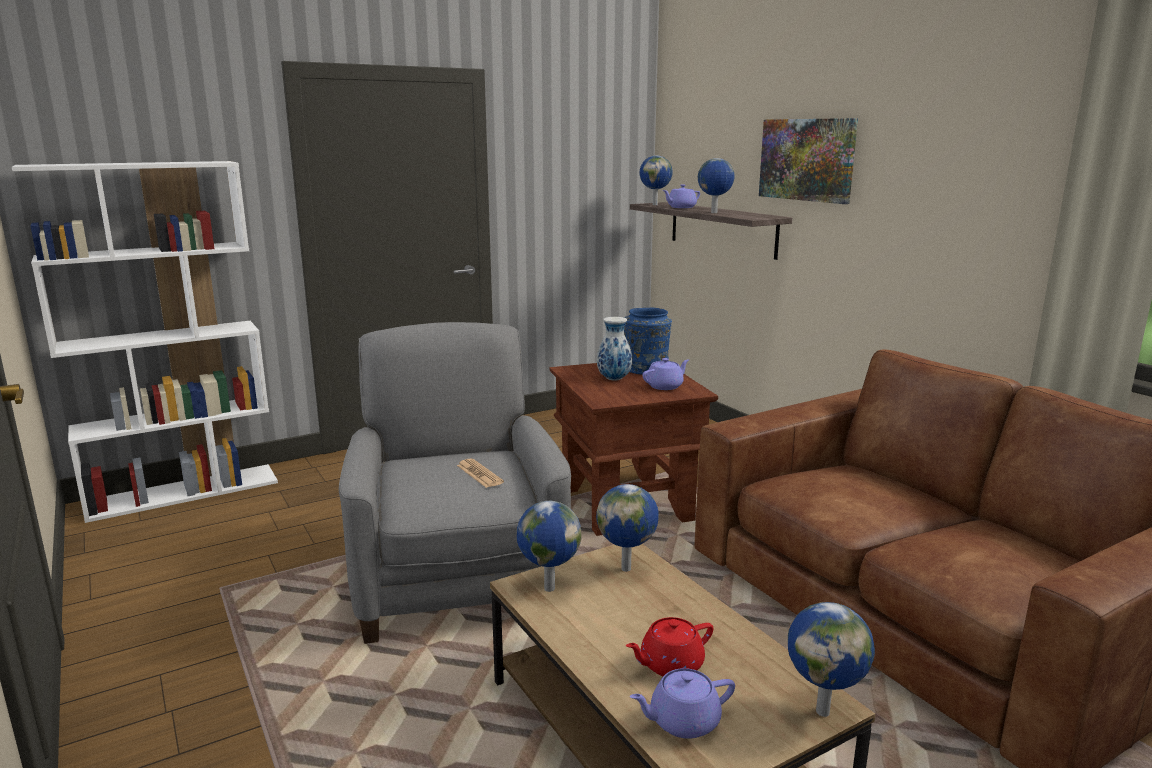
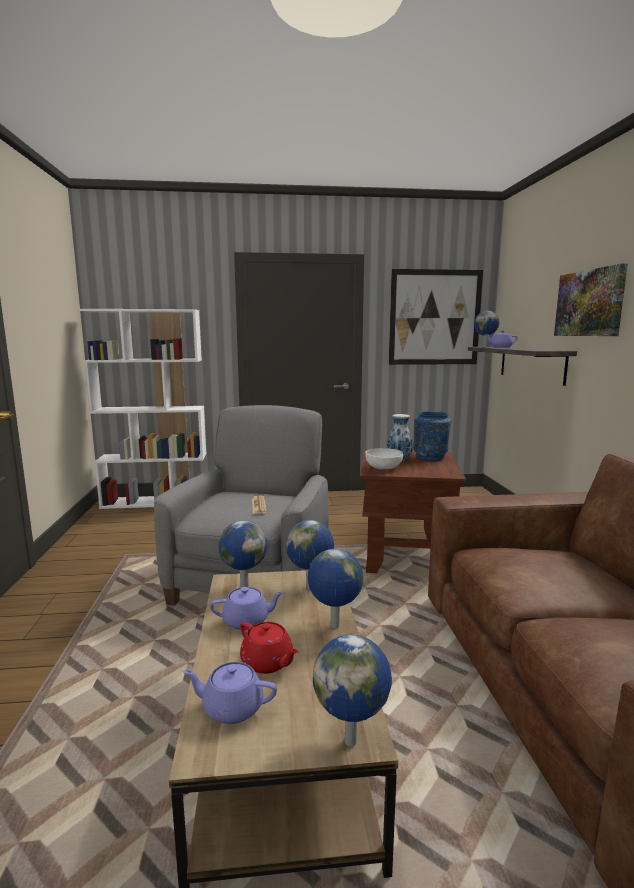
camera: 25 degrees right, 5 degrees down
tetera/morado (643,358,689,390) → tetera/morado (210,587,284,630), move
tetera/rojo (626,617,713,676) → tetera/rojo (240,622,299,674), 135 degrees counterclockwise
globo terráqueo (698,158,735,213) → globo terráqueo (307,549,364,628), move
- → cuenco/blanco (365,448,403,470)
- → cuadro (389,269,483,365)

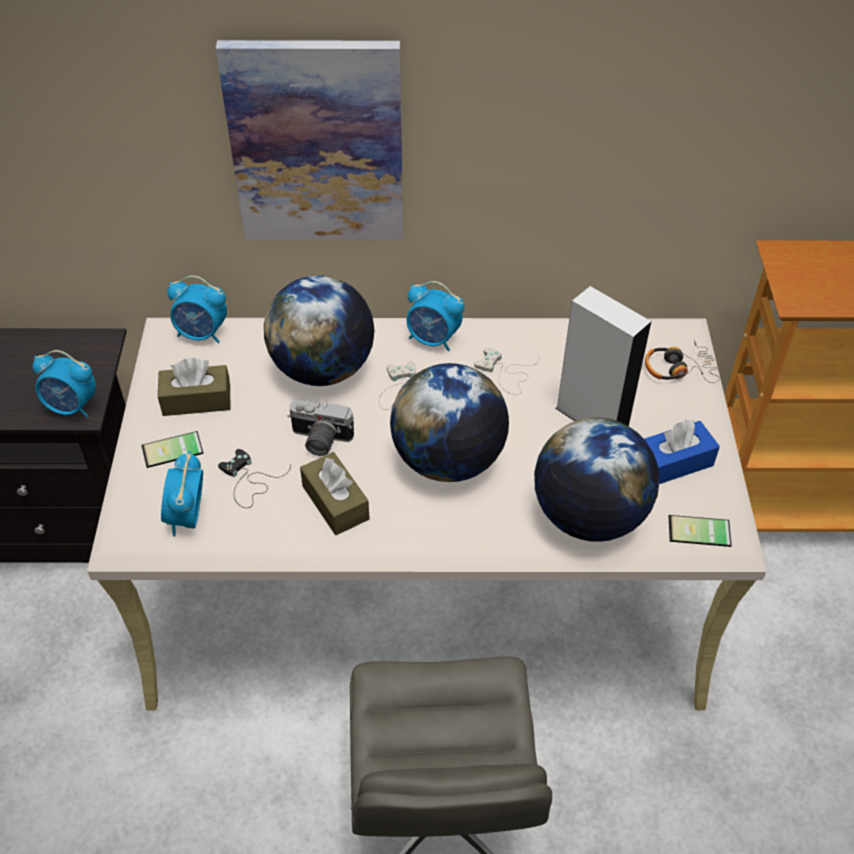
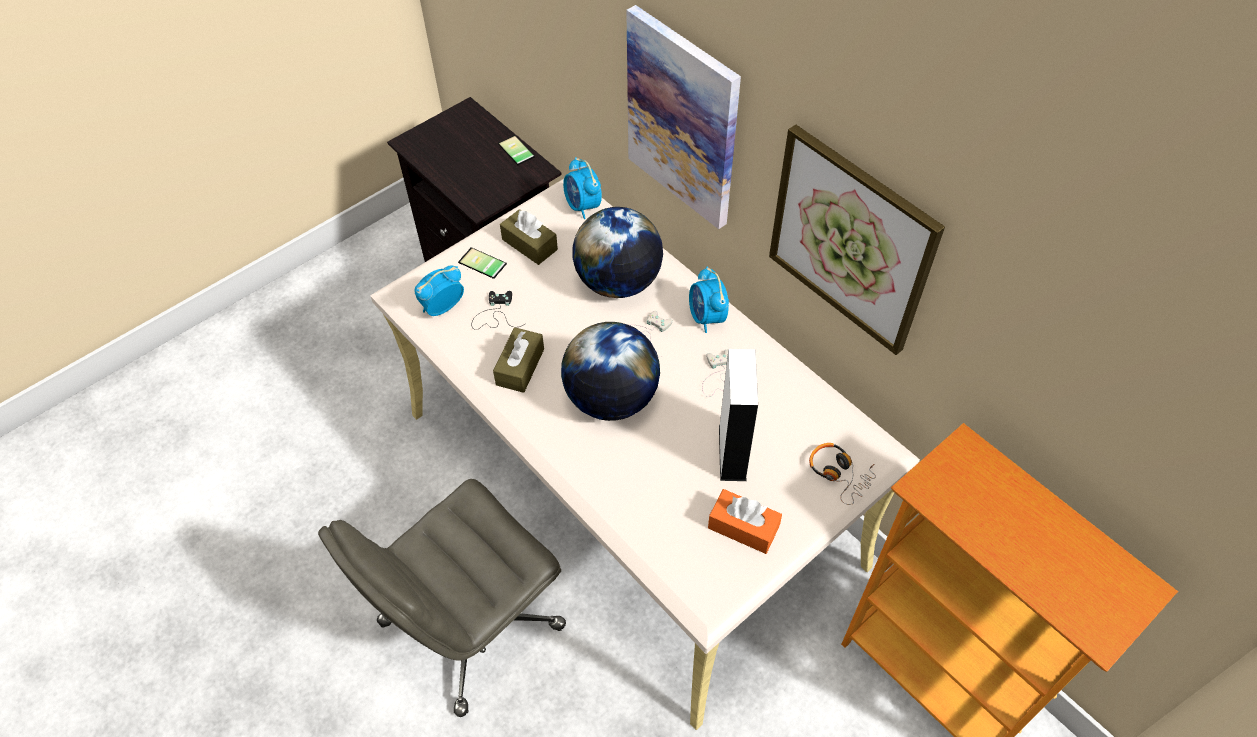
camera: 50 degrees right, 5 degrees up
móvil (669,515,732,547) → móvil (498,135,535,165), move
caja de pañuelos/azul (645,420,720,484) → caja de pañuelos/naranja (708,489,782,554)
- → cuadro (769,125,945,355)
despertador (33,350,96,418) → -
cámara (287,400,354,456) → -
globo terráqueo (534,417,660,542) → -

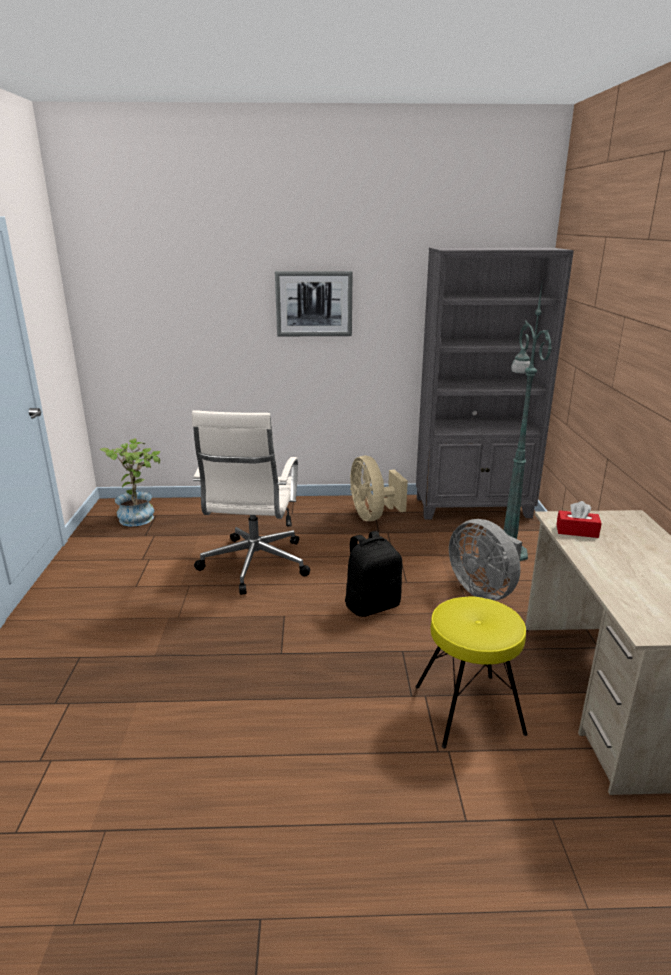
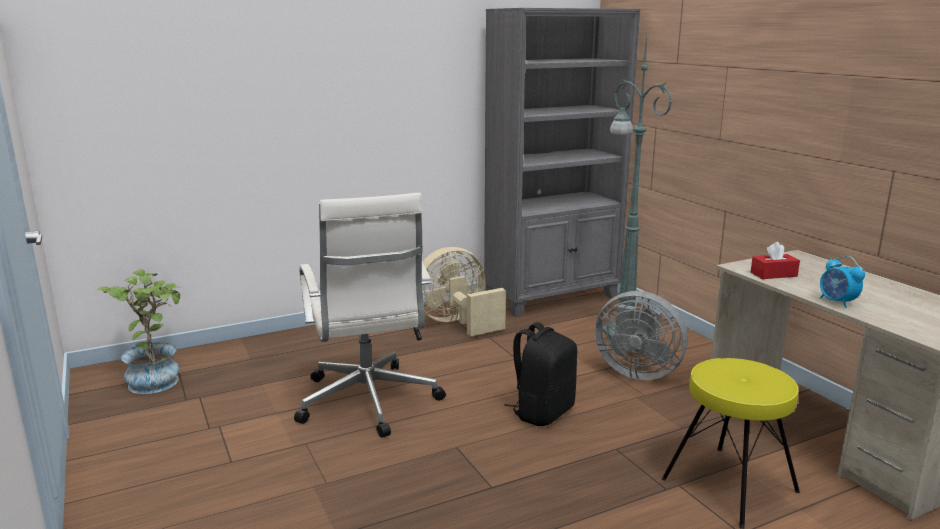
camera: 25 degrees left, 5 degrees down
ventilador/beis (350,456,408,521) → ventilador/beis (422,247,506,336), 105 degrees clockwise
- → despertador (820,256,865,308)
cuadro (275,271,353,336) → -

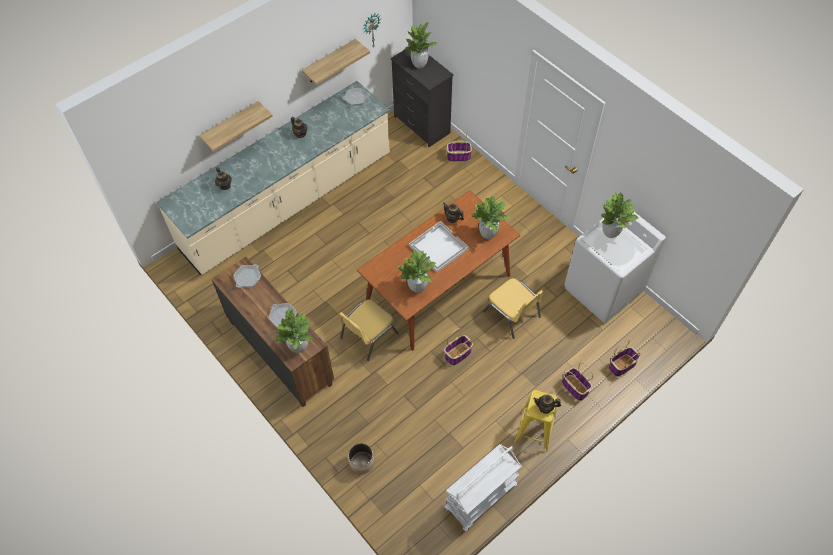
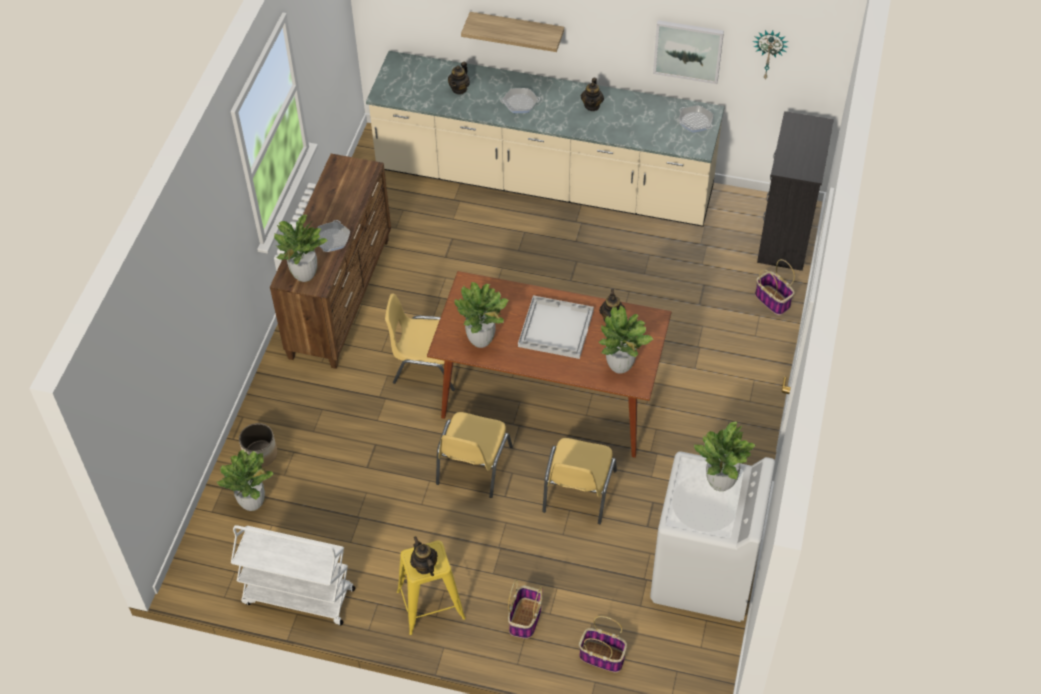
camera: 55 degrees right, 5 degrees down
planta en maceta (405,22,437,68) → planta en maceta (216,450,274,511), move
cesta (444,328,473,365) → silla/amarillo (436,412,513,498)
sartén (233,264,261,287) → sartén (500,88,540,113), move
estante (302,39,370,85) → cuadro (653,20,724,84)

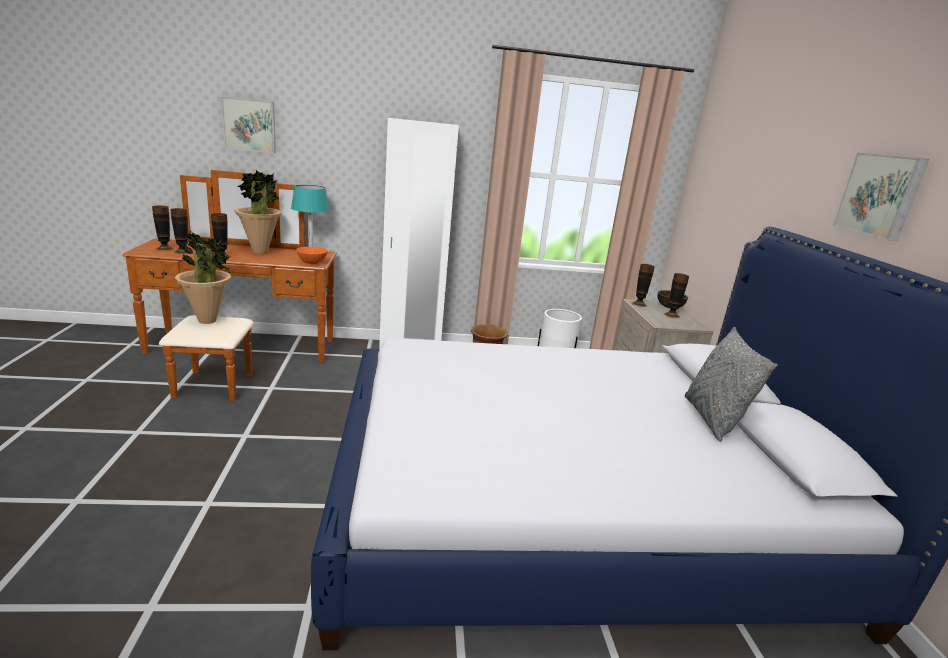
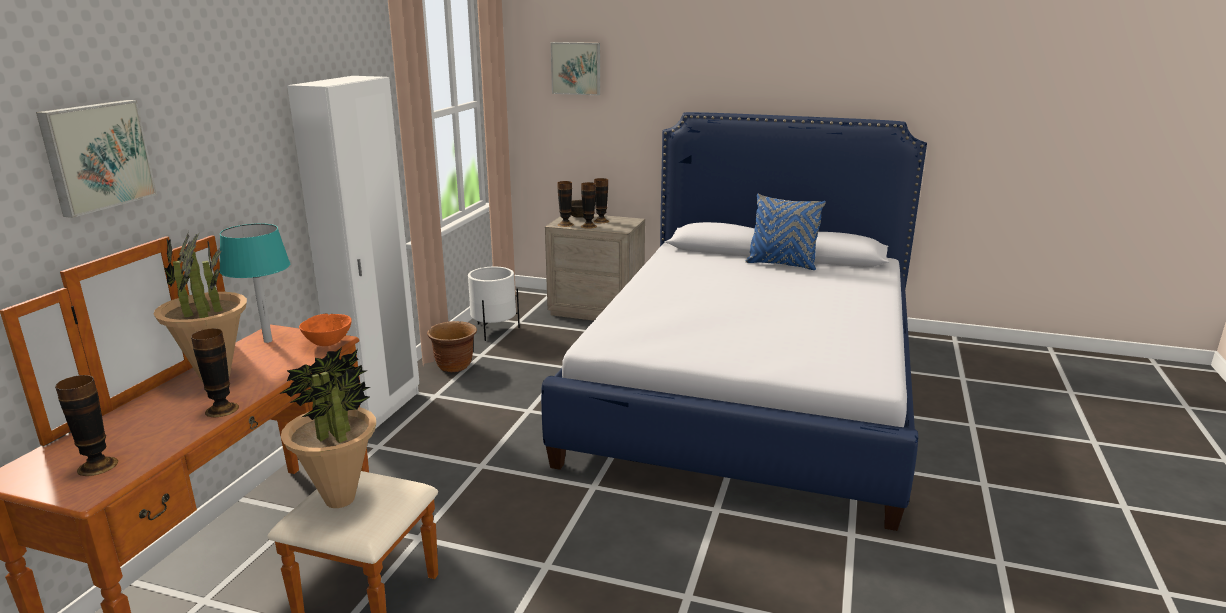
camera: 65 degrees left, 0 degrees up
cuadro (833,152,929,241) → cuadro (551,42,600,95), move
florero (170,208,188,254) → florero (581,182,597,229), move
cojín/gris (685,327,777,442) → cojín/azul (745,193,826,270)

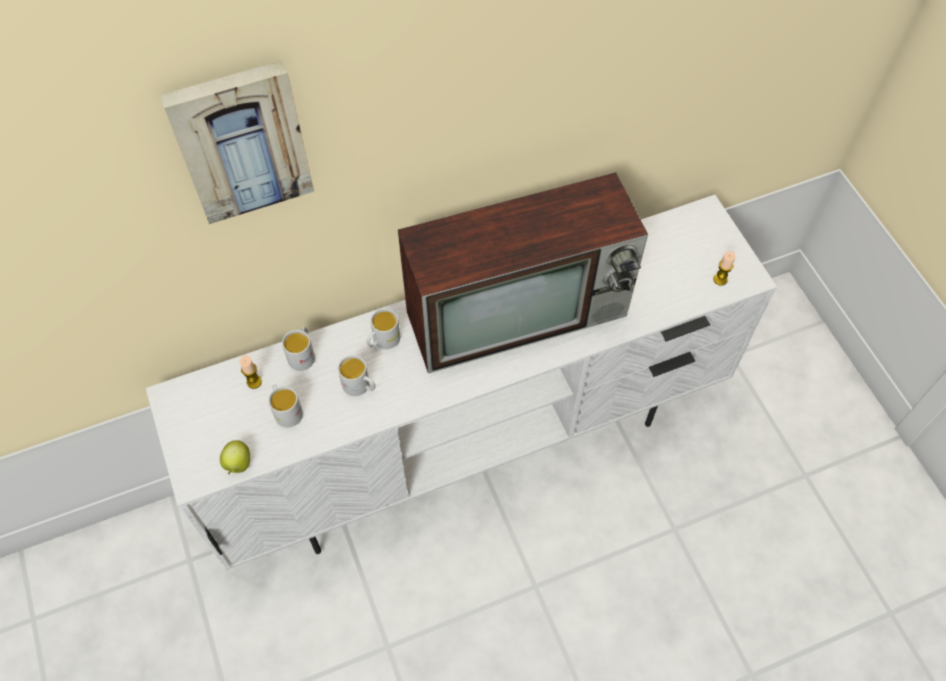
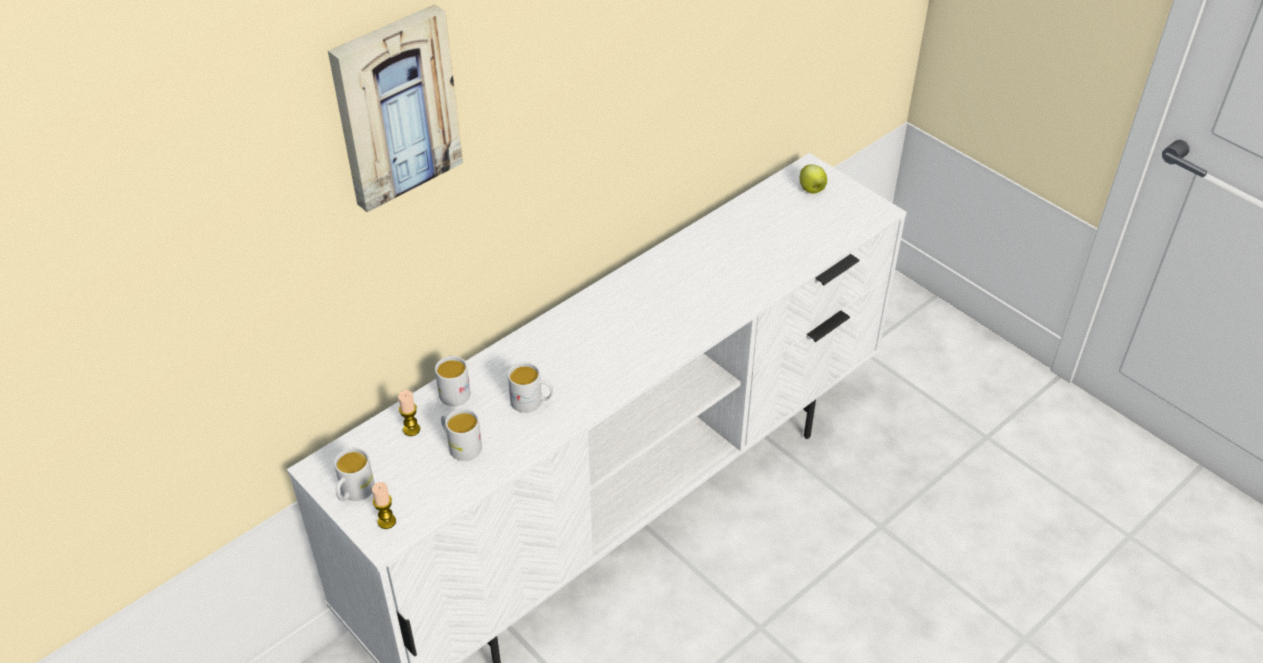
camera: 20 degrees left, 15 degrees down
taza grande/blanco (367,308,400,349) → taza grande/blanco (334,448,375,501), move
vela (713,251,736,286) → vela (372,482,396,529), move
manzana (220,440,250,474) → manzana (800,164,827,194), move
televisor (398,172,648,373) → -

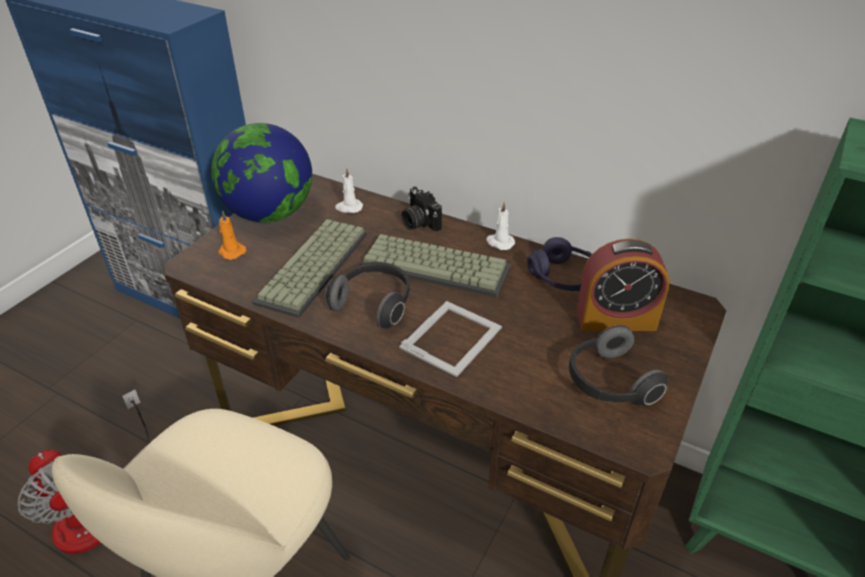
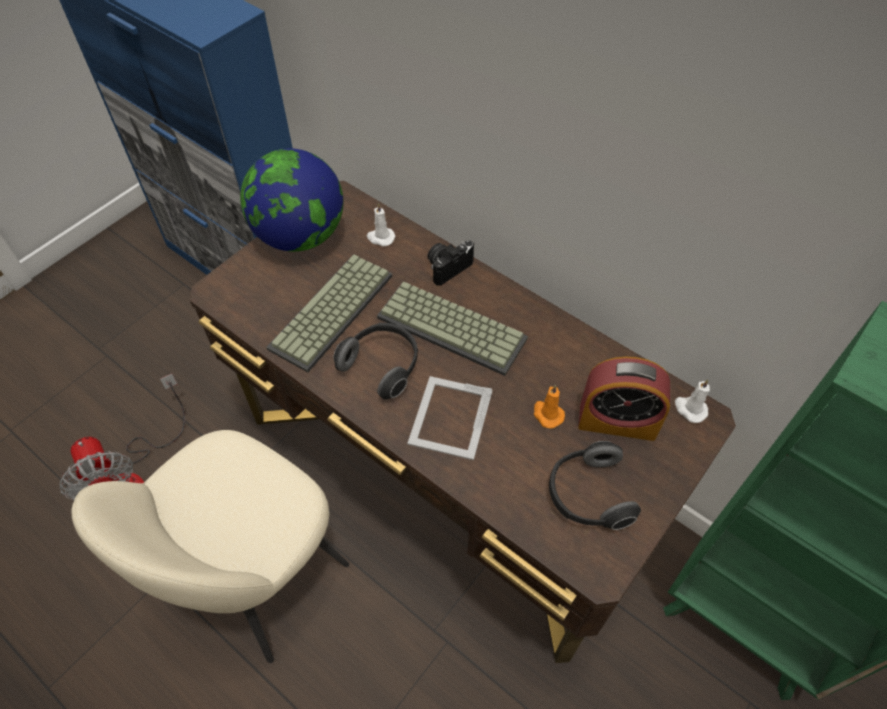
camera: 10 degrees right, 15 degrees up
portarretratos (399,301,502,377) → portarretratos (407,376,493,460), 150 degrees clockwise
cámara (402,187,442,231) → cámara (427,240,474,285), 75 degrees clockwise
vela/naranja (218,210,246,260) → vela/naranja (534,385,565,428), move
vela/blanco (486,202,515,250) → vela/blanco (675,379,710,423), move
auriculares/morado (527,237,592,291) → -

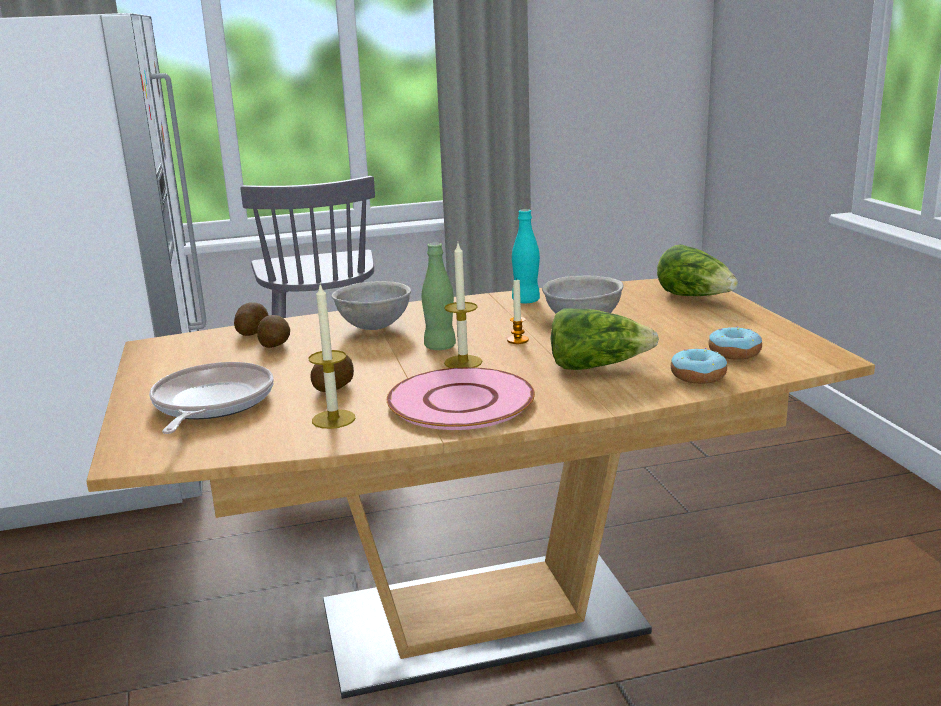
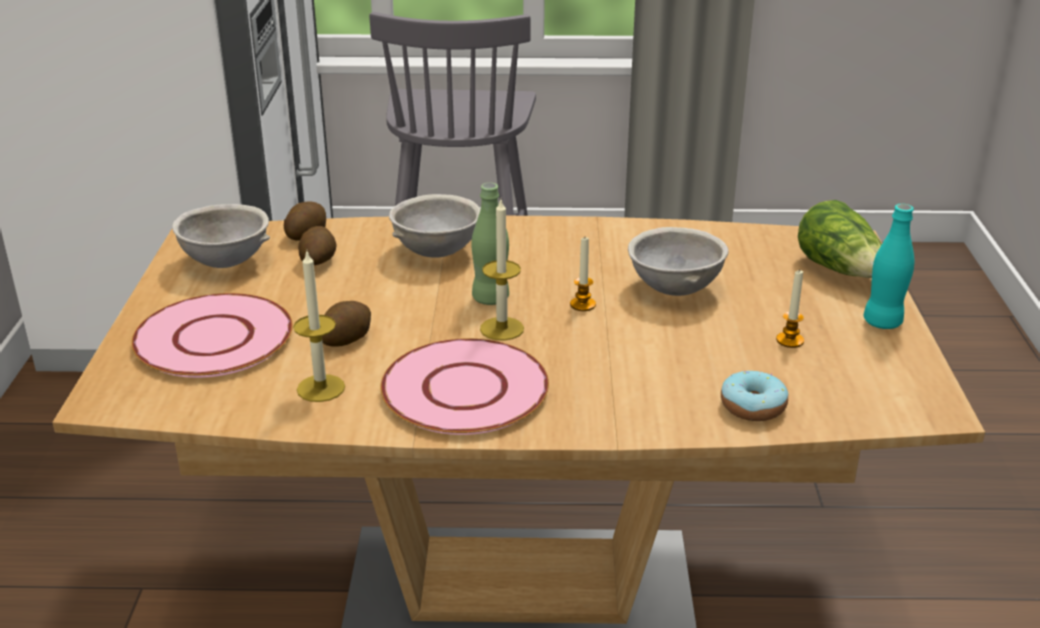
camera: 15 degrees right, 10 degrees up
sartén (149,362,274,434) → plato/rosa (132,293,293,378)
- → cuenco/gris (172,204,270,268)
- → vela (776,269,804,348)
botella/turquesa (512,209,540,303) → botella/turquesa (863,204,914,329), move
lechuga (551,308,659,370) → -
rosquilla (708,326,762,360) → -

